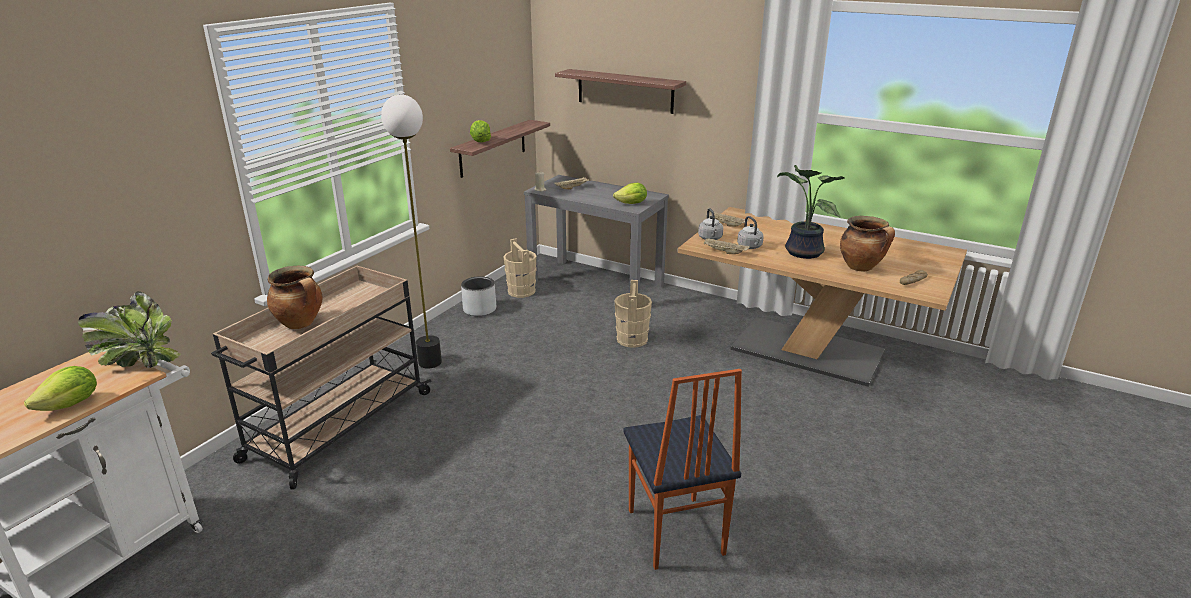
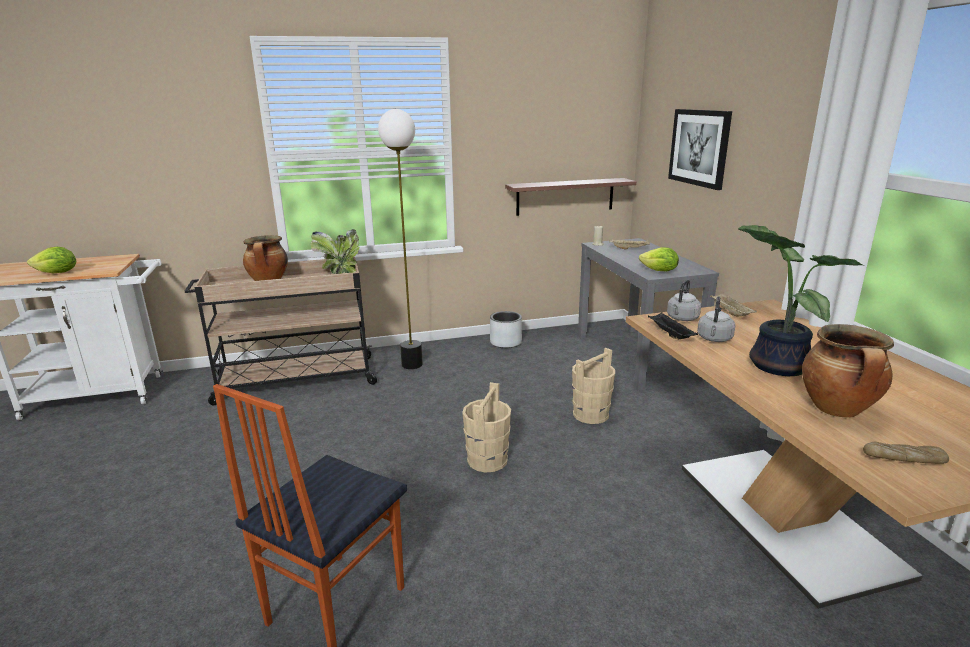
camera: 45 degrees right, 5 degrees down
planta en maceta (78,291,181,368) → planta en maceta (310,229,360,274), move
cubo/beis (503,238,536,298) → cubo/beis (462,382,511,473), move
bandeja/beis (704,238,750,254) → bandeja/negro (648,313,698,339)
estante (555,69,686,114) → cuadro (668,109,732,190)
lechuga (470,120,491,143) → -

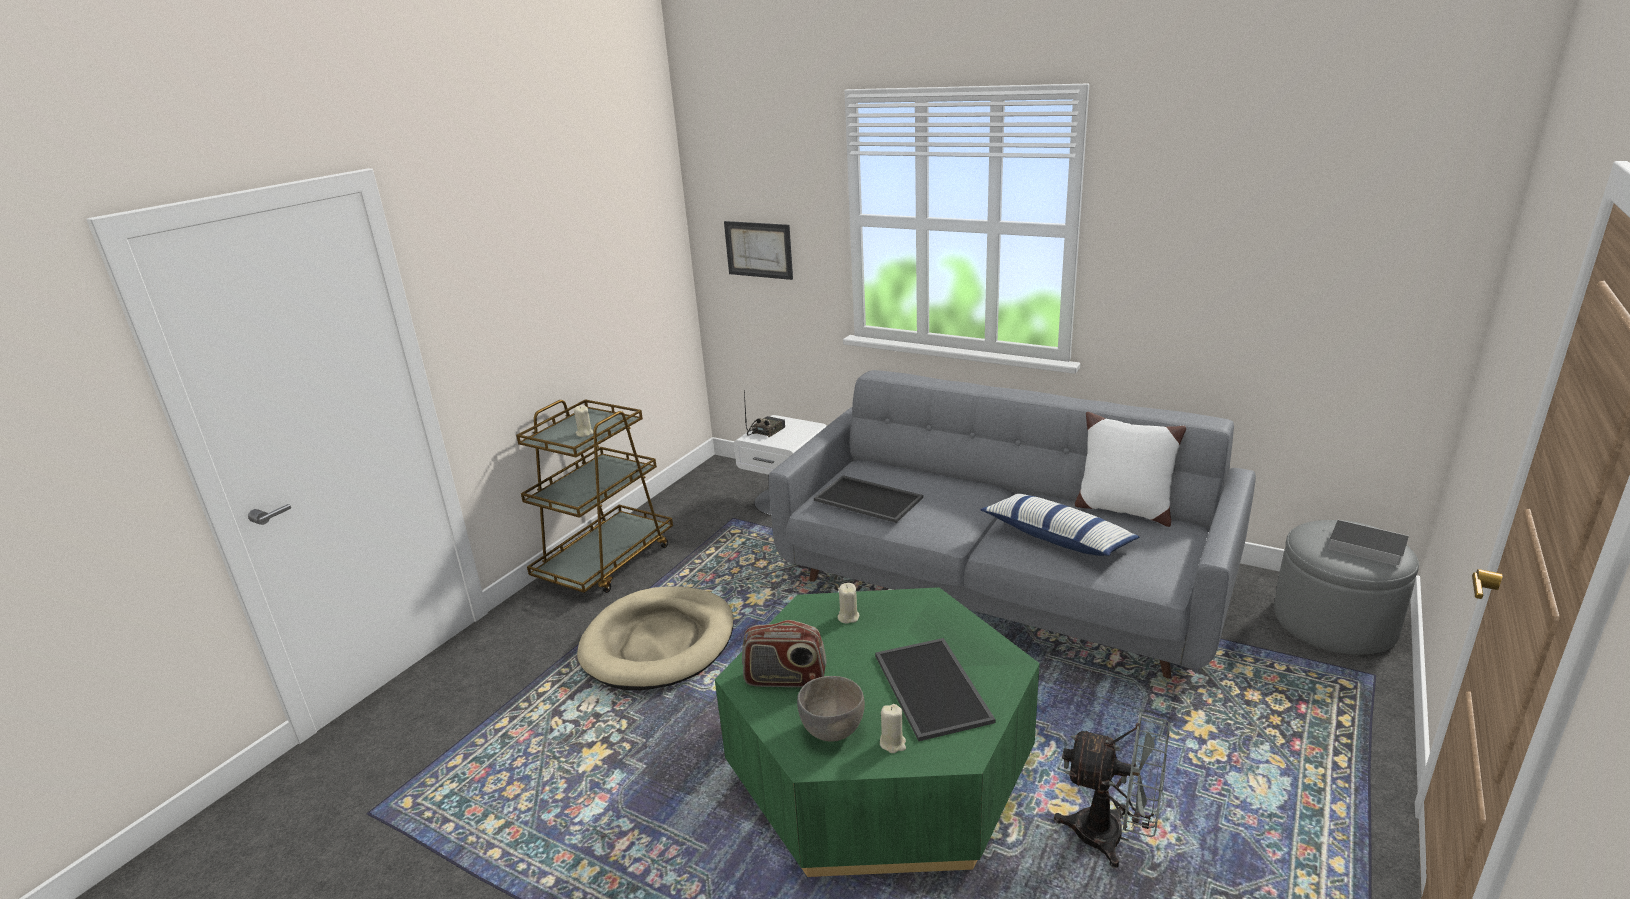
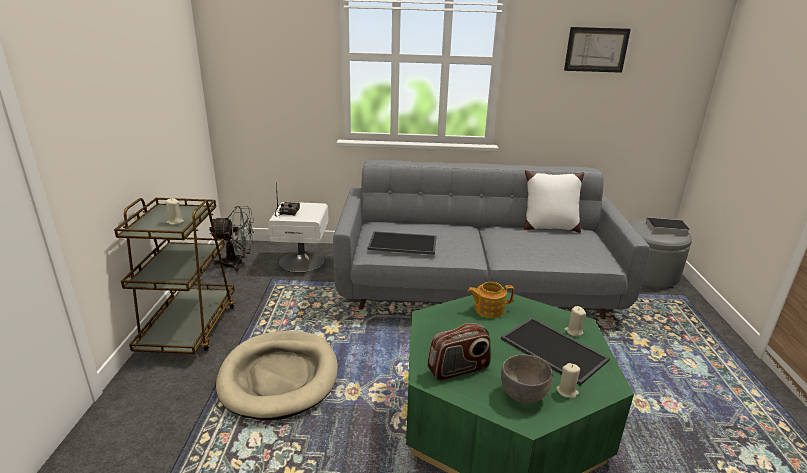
camera: 30 degrees left, 0 degrees up
ventilador/gris (1054,712,1170,868) → ventilador/gris (209,206,254,271), move
- → tetera (467,282,514,318)
cuadro (724,221,793,280) → cuadro (564,27,631,73), move
vela/beis (838,583,859,624) → vela/beis (565,306,586,337), move
cojín (980,494,1139,556) → -

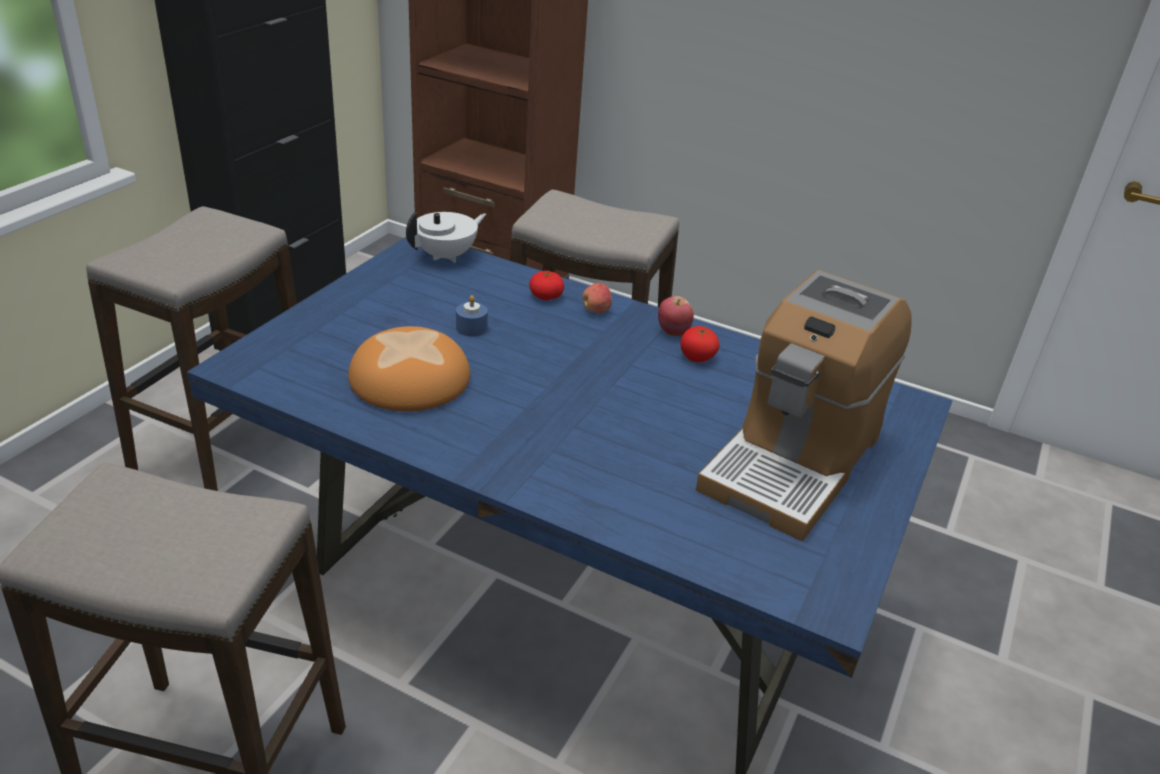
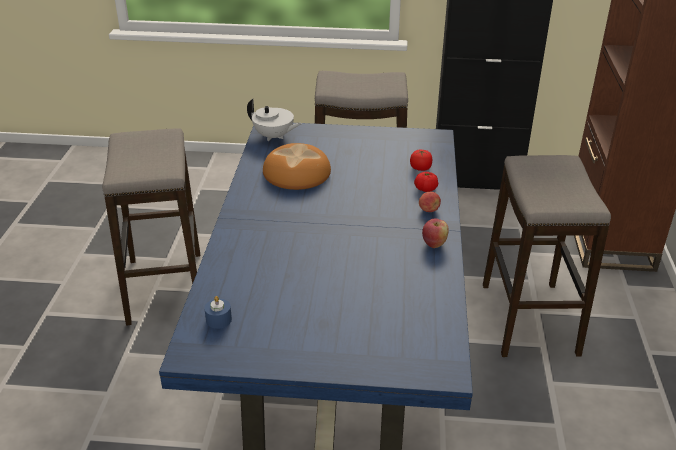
camera: 70 degrees right, 0 degrees up
vela/azul (456,295,488,337) → vela/azul (204,296,232,329), move
tetera/blanco (406,212,486,263) → tetera/blanco (247,99,302,141), move
tomate (680,326,720,362) → tomate (410,150,432,171), move
cafetera (696,270,912,541) → -

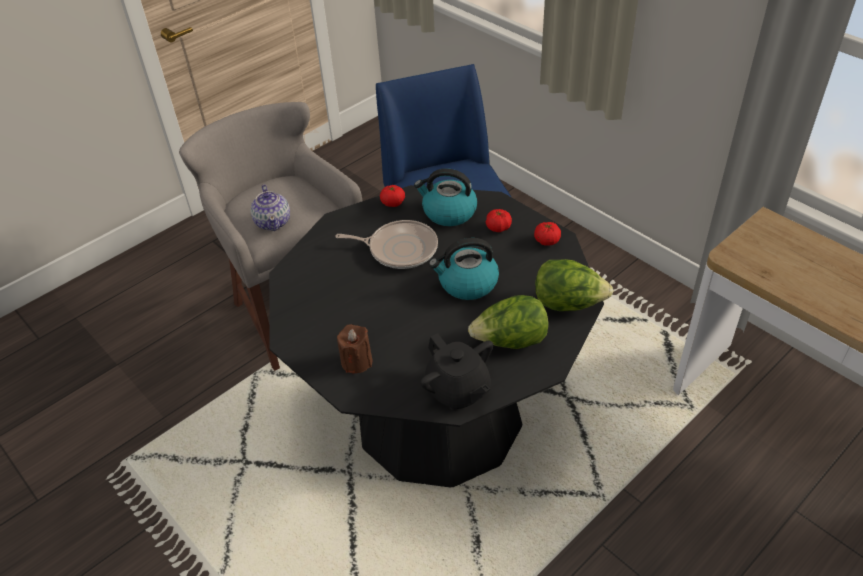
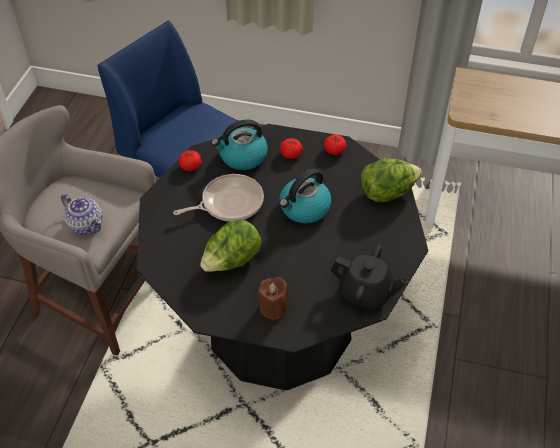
camera: 35 degrees left, 5 degrees up
lechuga (468,295,549,349) → lechuga (200,220,262,272), move

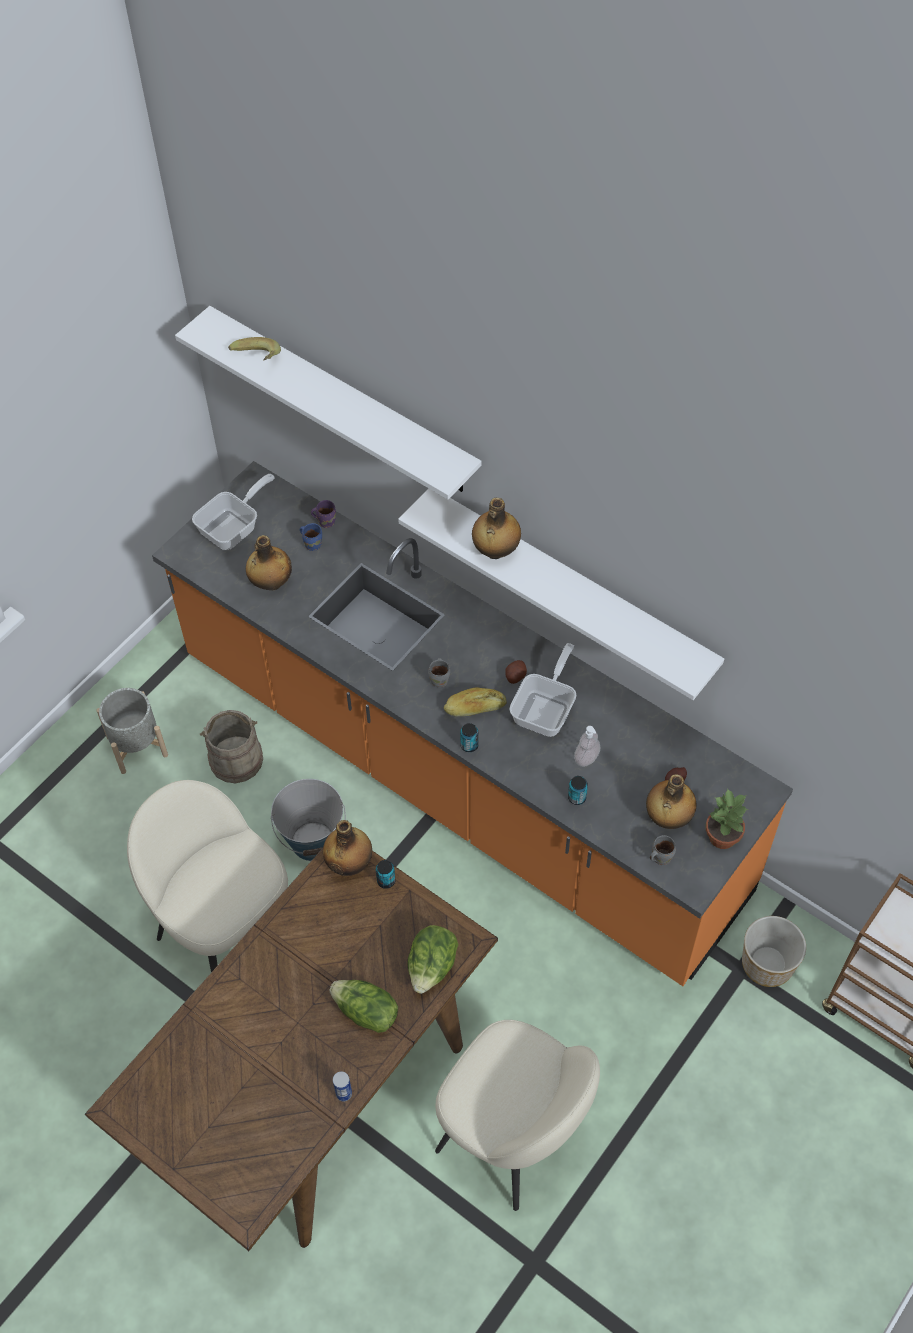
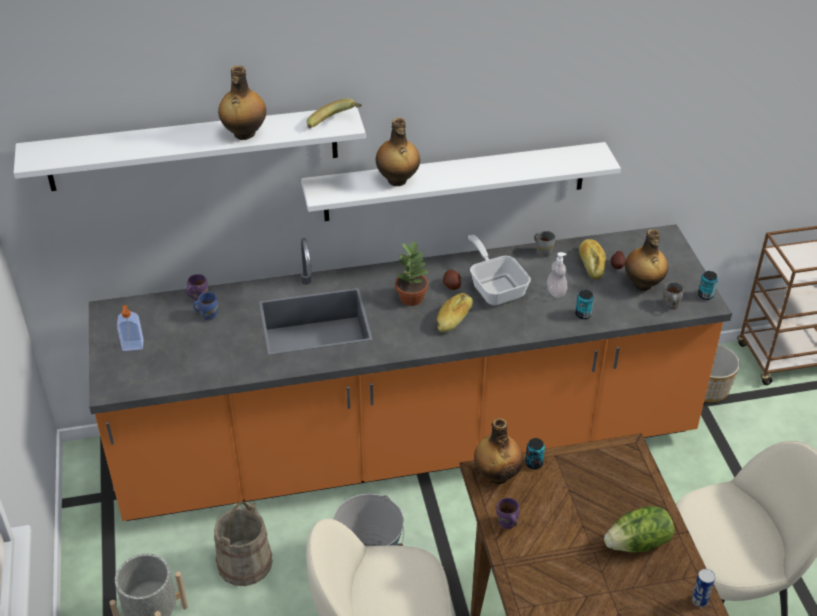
camera: 50 degrees left, 15 degrees down
sartén (192,474,275,550) → dispensador de jabón (117,305,143,351)
botella (246,535,292,590) → botella (218,66,266,140), move
plátano (228,337,281,361) → plátano (306,99,362,128), move
planta en maceta (706,788,748,849) → planta en maceta (395,240,428,306), move
- → taza grande/morado (496,498,520,529)
taza grande/gris (428,658,450,688) → taza grande/gris (534,231,555,257), move
- → pan (579,239,606,279)
lata (460,723,479,752) → lata (698,271,718,300), move
lechuga (407,925,459,994) → -

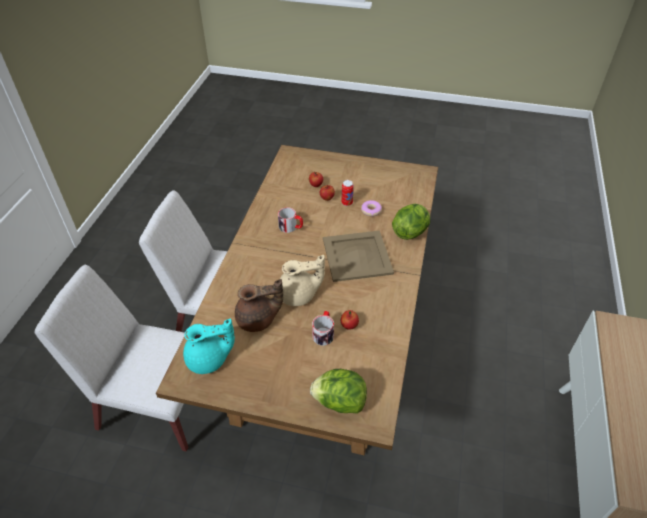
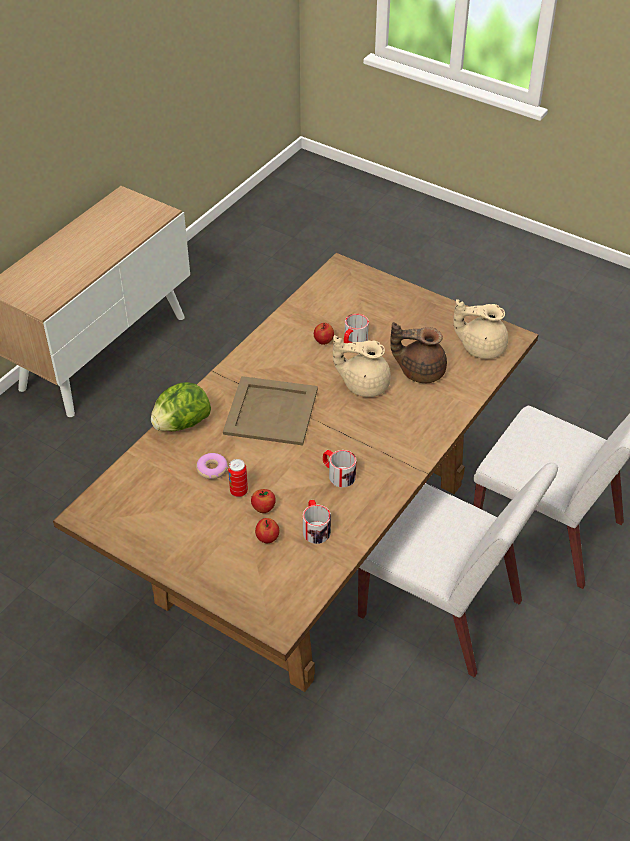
camera: 160 degrees left, 0 degrees up
- → taza grande (303,500,331,544)
tetera/turquesa (183,318,235,374) → tetera/beis (453,299,508,359)
lechuga (310,369,367,414) → -

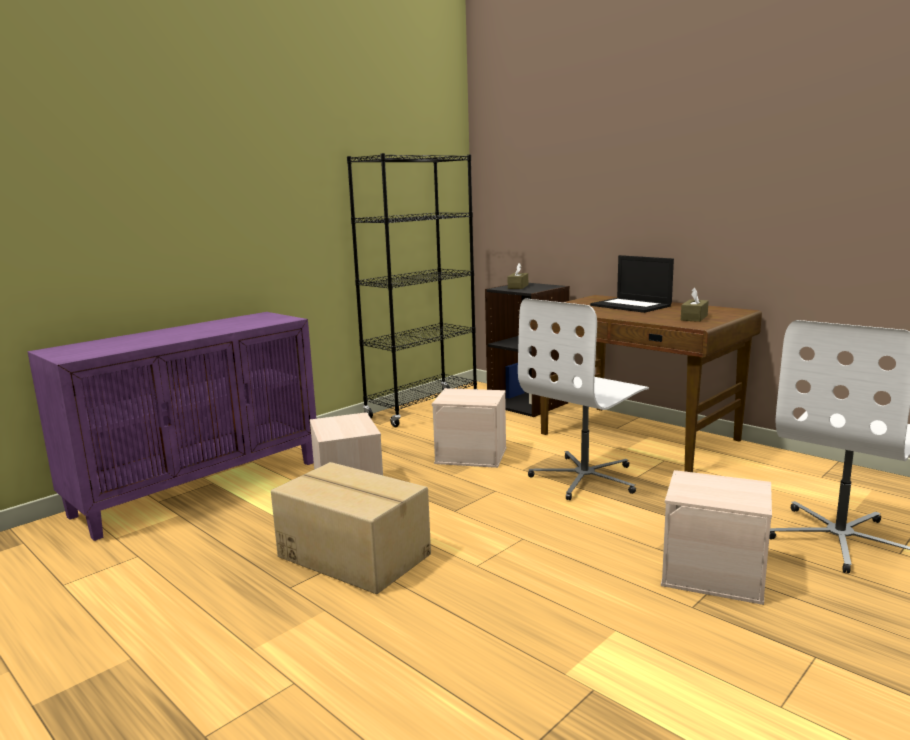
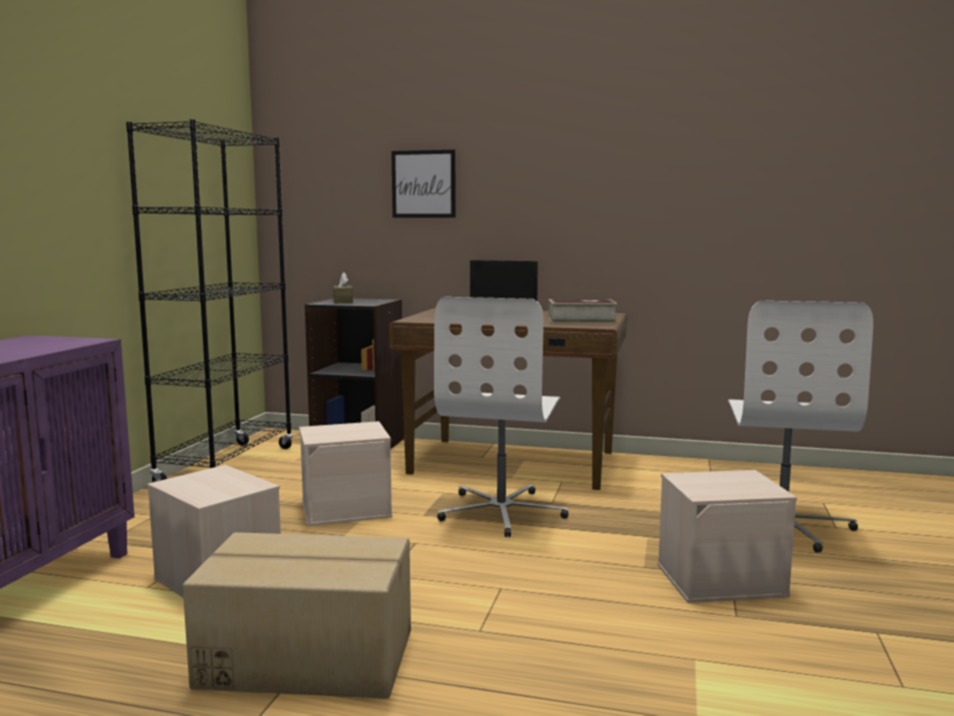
camera: 30 degrees left, 5 degrees down
- → cuadro (391,150,456,218)
caja de pañuelos/marrón (681,287,709,322) → libro (548,299,617,324)

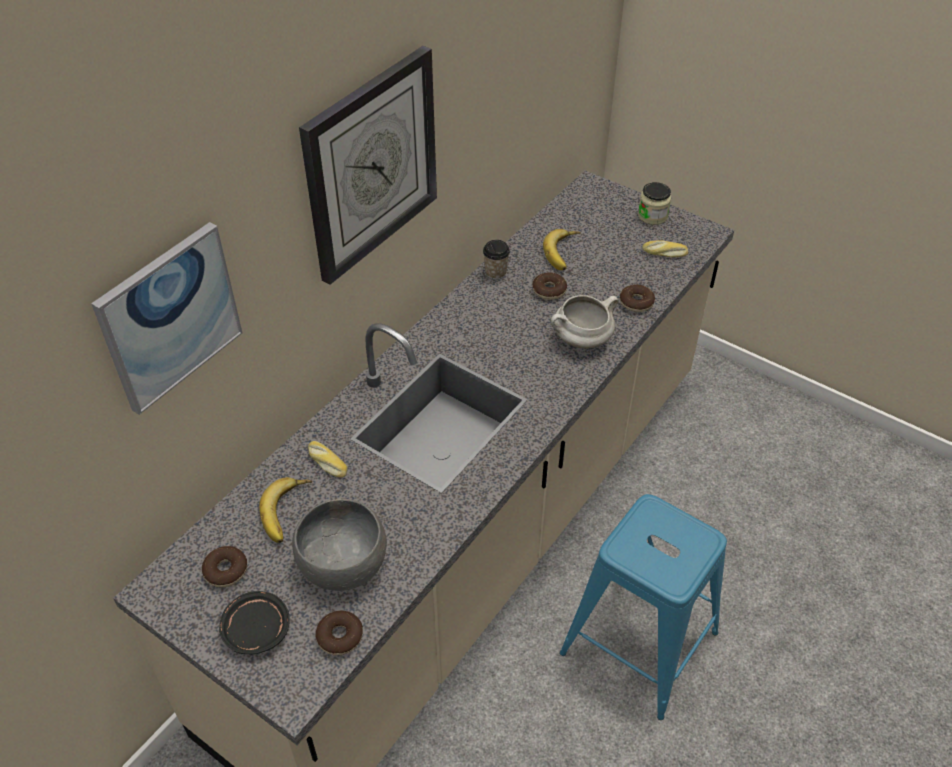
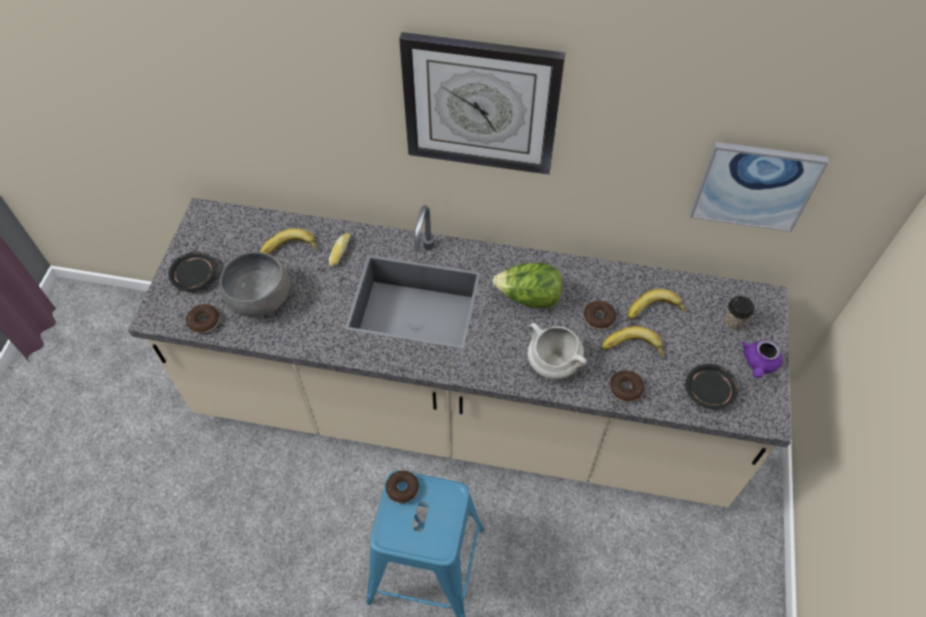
camera: 65 degrees right, 10 degrees up
rosquilla (202,546,247,588) → rosquilla (385,470,419,503), move
- → lechuga (493,263,562,308)
- → plátano (601,326,664,359)
pan (642,240,688,257) → plato/negro (685,364,738,409)
cuadro (91,222,243,415) → cuadro (690,142,829,232), move
taza (483,240,510,280) → taza (724,296,755,331), move
tarro (638,182,671,225) → tetera/morado (742,340,782,378)

